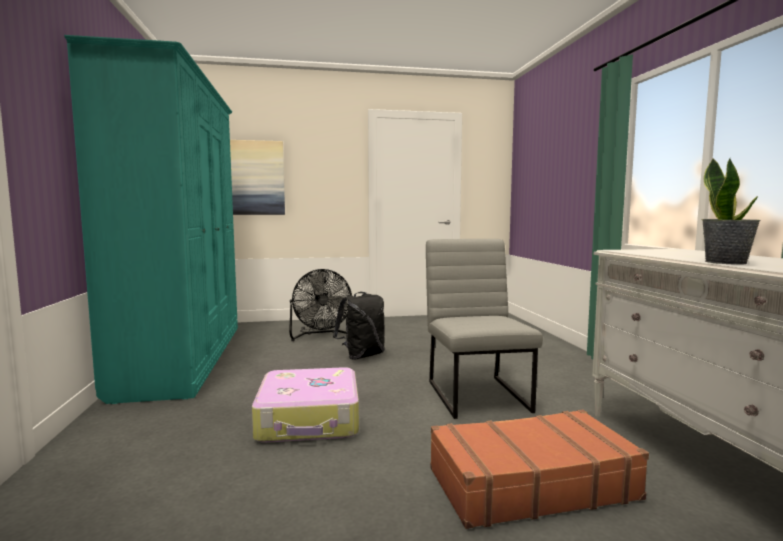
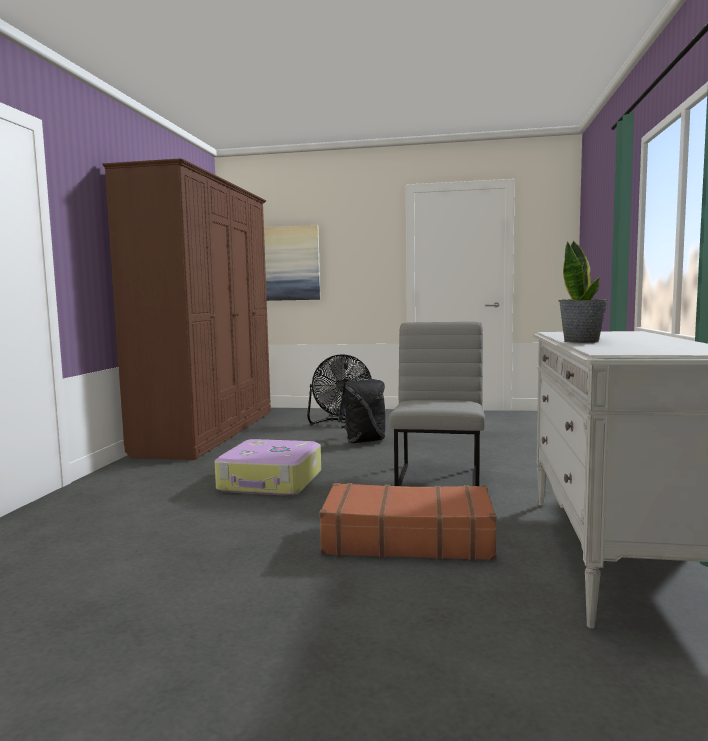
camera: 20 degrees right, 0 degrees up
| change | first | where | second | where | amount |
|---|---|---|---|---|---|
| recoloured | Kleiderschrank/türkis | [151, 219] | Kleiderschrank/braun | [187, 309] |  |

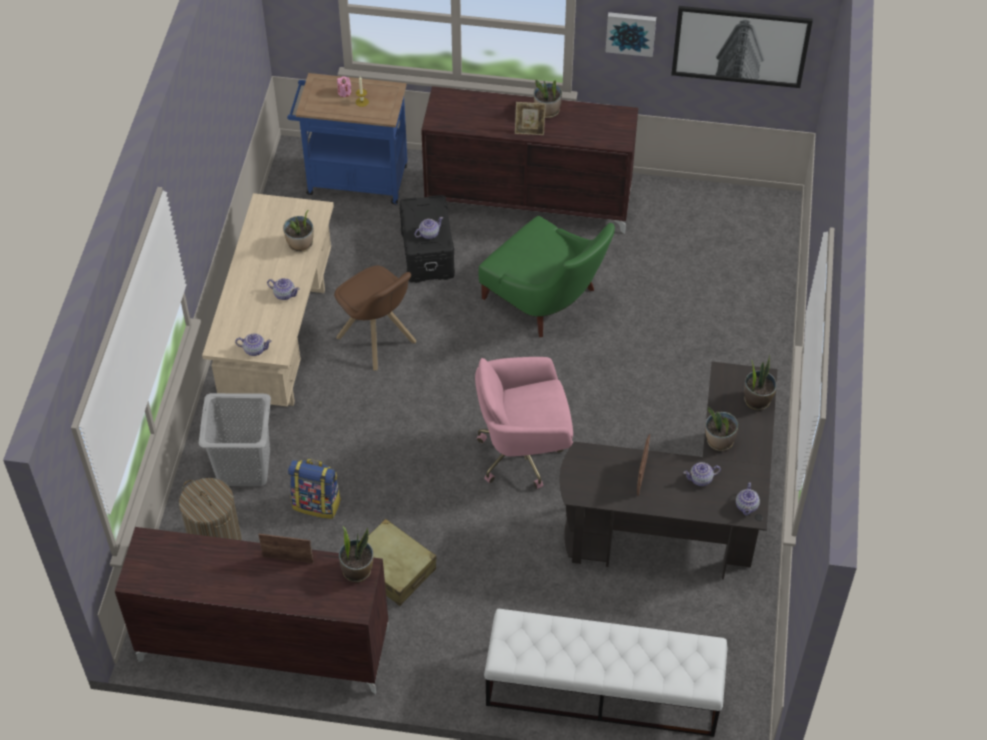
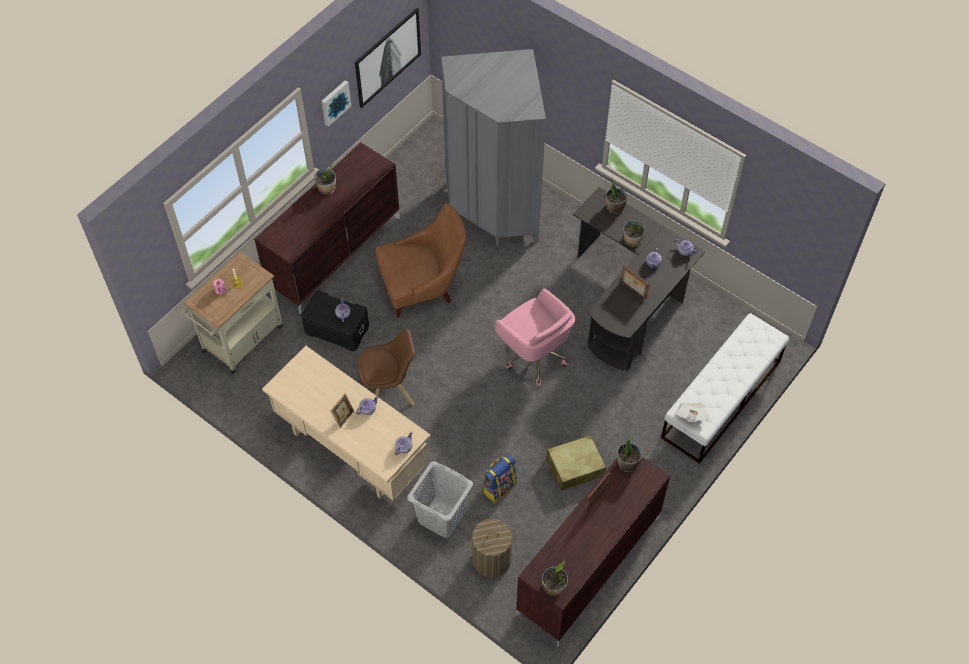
camera: 60 degrees left, 5 degrees up
| change | first | where | second | where | amount |
|---|---|---|---|---|---|
| added |  |  | Kleiderschrank/grau | [493, 147] |  |
| added |  |  | Zeitung | [692, 412] |  |
| moved | Topfpflanze | [298, 231] |  | [555, 578] |  |
| moved | Bilderrahmen | [530, 118] |  | [342, 410] |  |
| recoloured | Rollwagen/blau | [347, 139] | Rollwagen/beige | [232, 313] |  |
| recoloured | Sessel/grün | [547, 276] | Sessel/braun | [420, 260] |  |
| turned | Bürostuhl/rosa | [524, 423] |  | [535, 337] | 60 degrees counterclockwise |

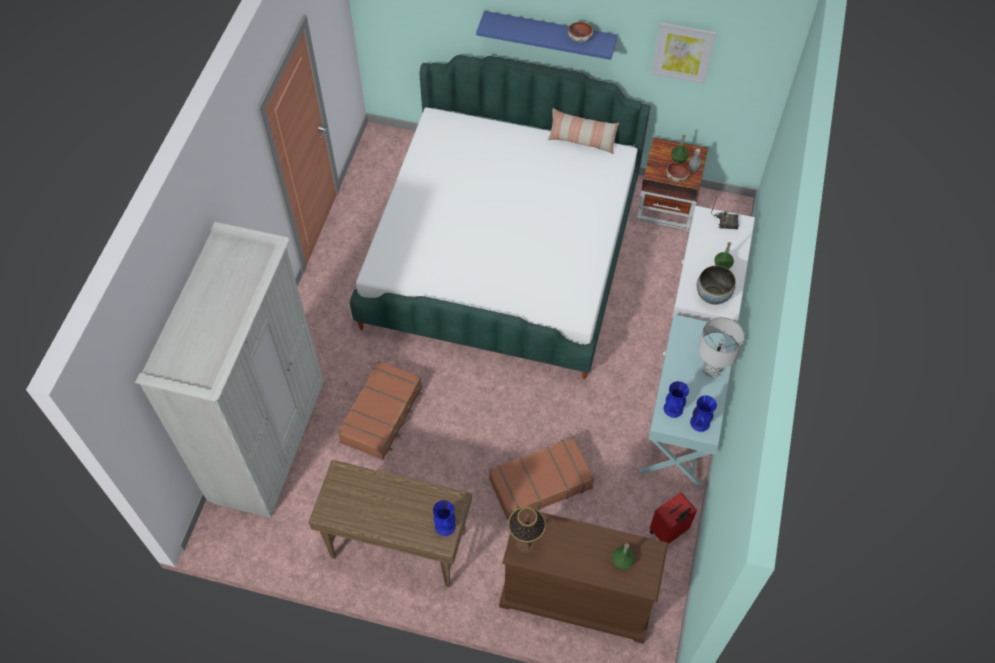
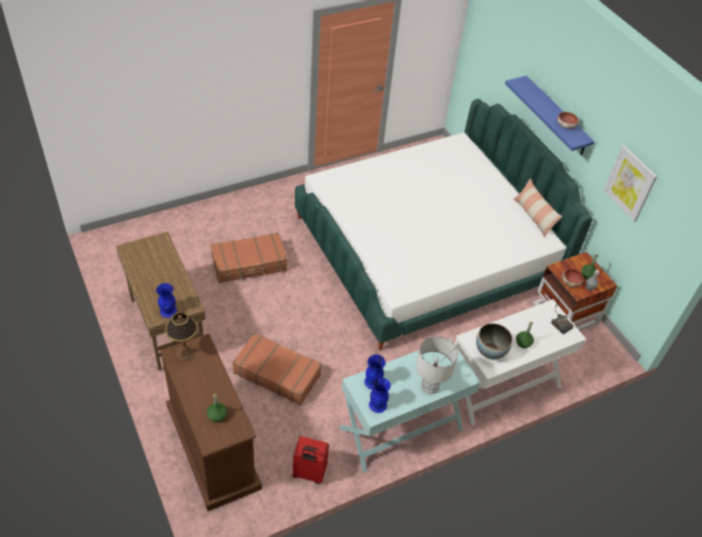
camera: 45 degrees right, 10 degrees down
| change | first | where | second | where | amount |
|---|---|---|---|---|---|
| removed | Kleiderschrank/weiß | [229, 370] |  |  |  |

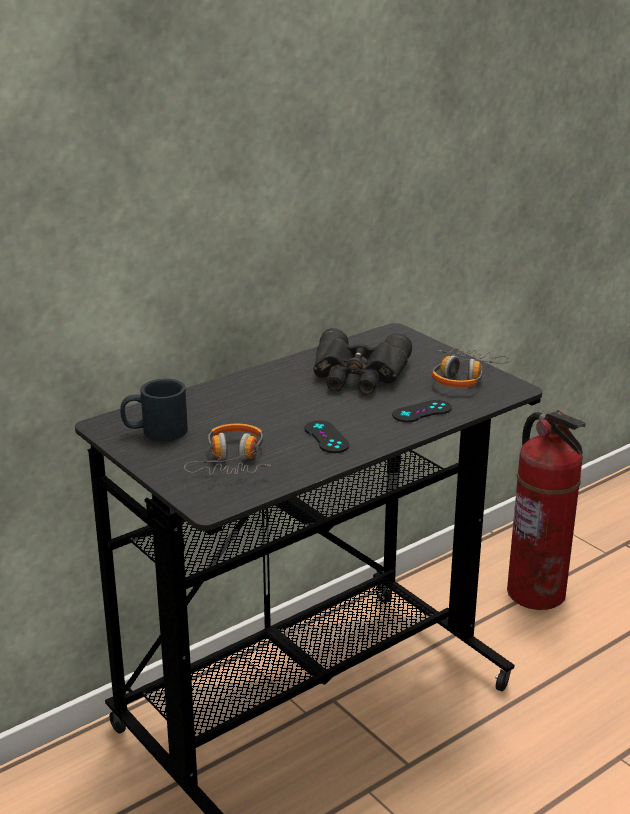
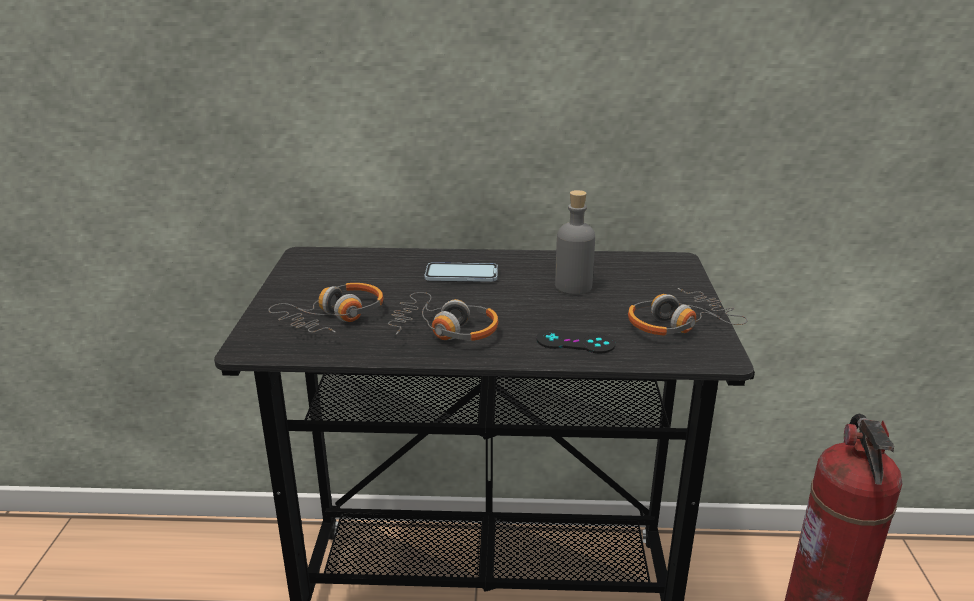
camera: 40 degrees right, 0 degrees up
| change | first | where | second | where | amount |
|---|---|---|---|---|---|
| removed | Henkelbecher/schwarz | [154, 410] |  |  |  |
| added |  |  | Handy | [461, 272] |  |
| replaced | Gamepad/schwarz | [327, 436] | Kopfhörer | [443, 316] |  |
| replaced | Fernglas/schwarz | [362, 361] | Flasche/grau | [575, 242] |  |

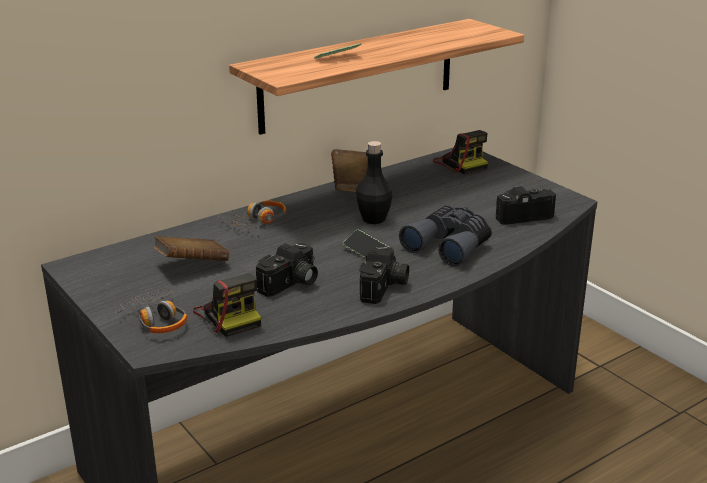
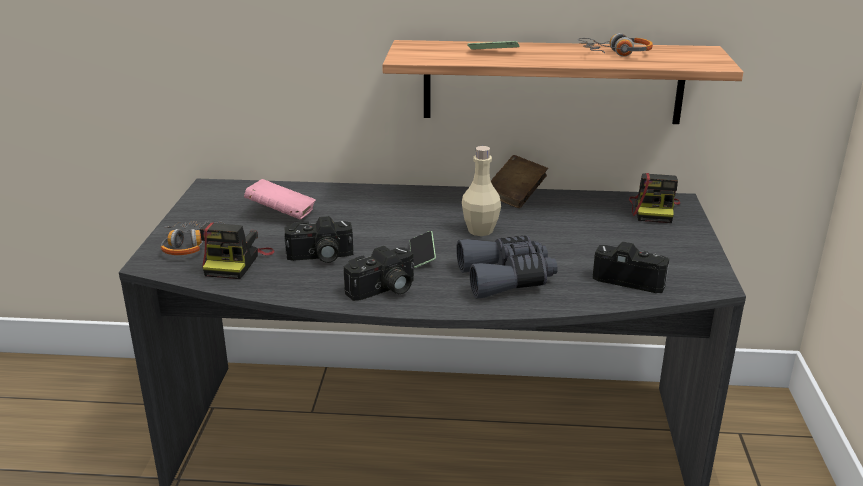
camera: 40 degrees right, 0 degrees up
| change | first | where | second | where | amount |
|---|---|---|---|---|---|
| moved | Kopfhörer | [252, 215] |  | [615, 45] |  |
| recoloured | Buch/braun | [191, 248] | Buch/rosa | [280, 199] |  |
| recoloured | Flasche/schwarz | [374, 182] | Flasche/beige | [481, 191] |  |

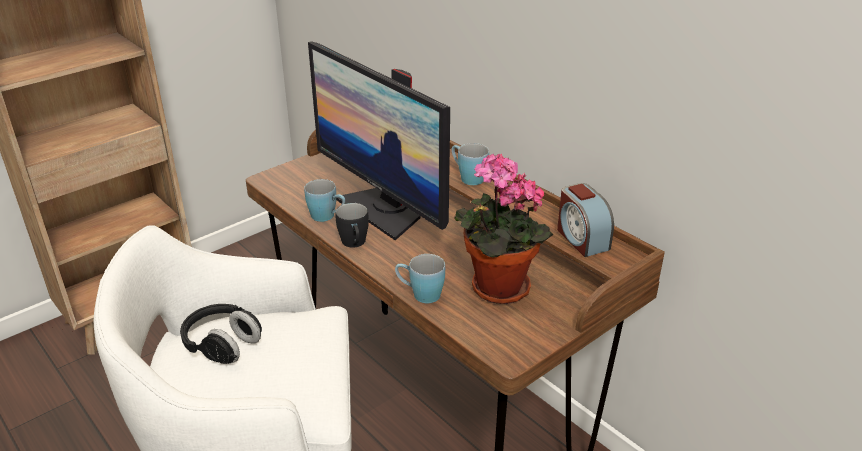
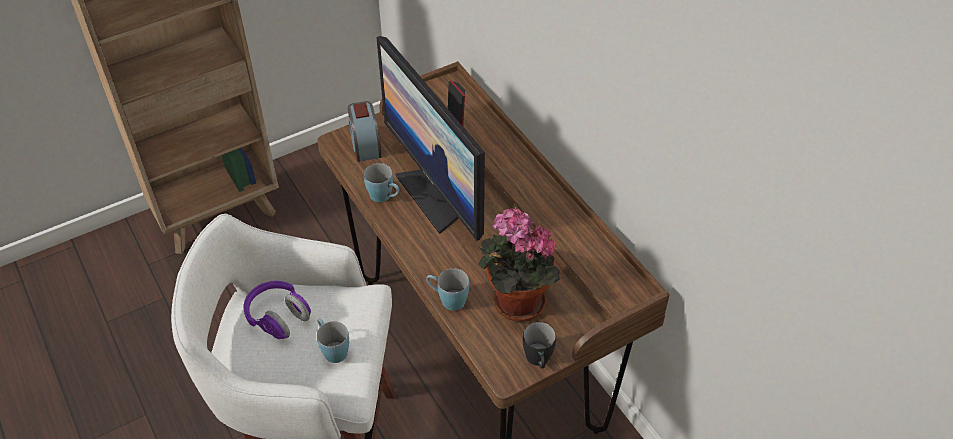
camera: 10 degrees right, 15 degrees up
| change | first | where | second | where | amount |
|---|---|---|---|---|---|
| moved | Henkelbecher/schwarz | [352, 225] |  | [539, 345] |  |
| moved | Henkelbecher/blau | [470, 164] |  | [333, 340] |  |
| moved | Wecker | [585, 220] |  | [365, 131] |  |
| recoloured | Kopfhörer/schwarz | [221, 334] | Kopfhörer/lila | [277, 310] |  |

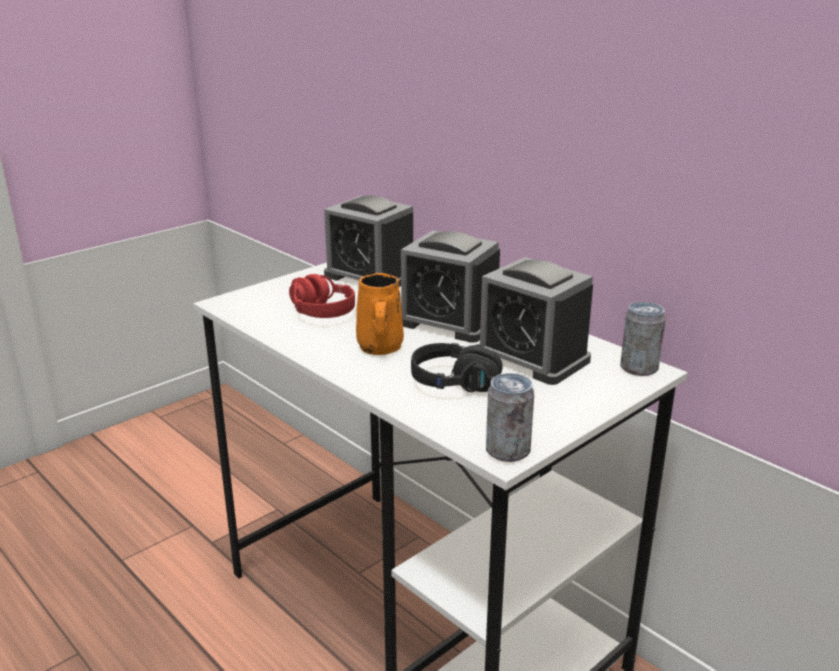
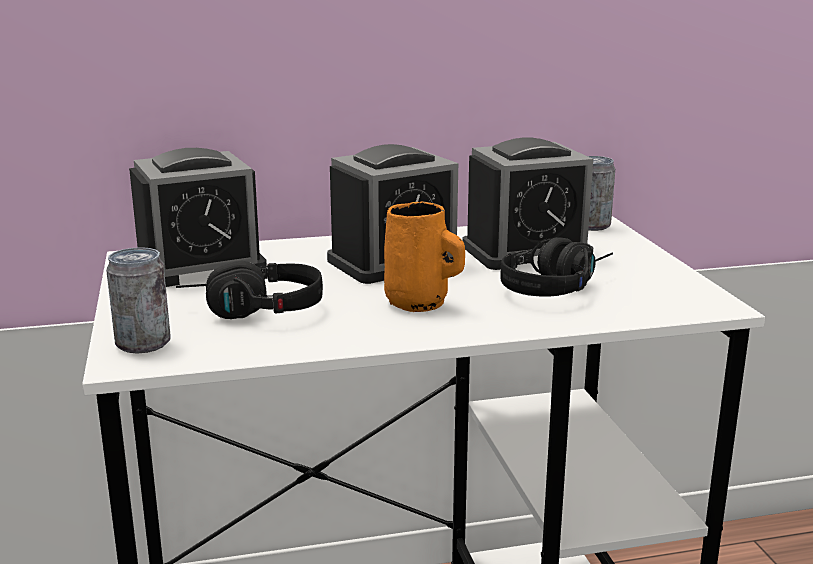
camera: 60 degrees left, 5 degrees down
| change | first | where | second | where | amount |
|---|---|---|---|---|---|
| moved | Dose | [510, 417] |  | [138, 300] |  |
| recoloured | Kopfhörer/rot | [322, 296] | Kopfhörer/schwarz | [249, 290] |  |

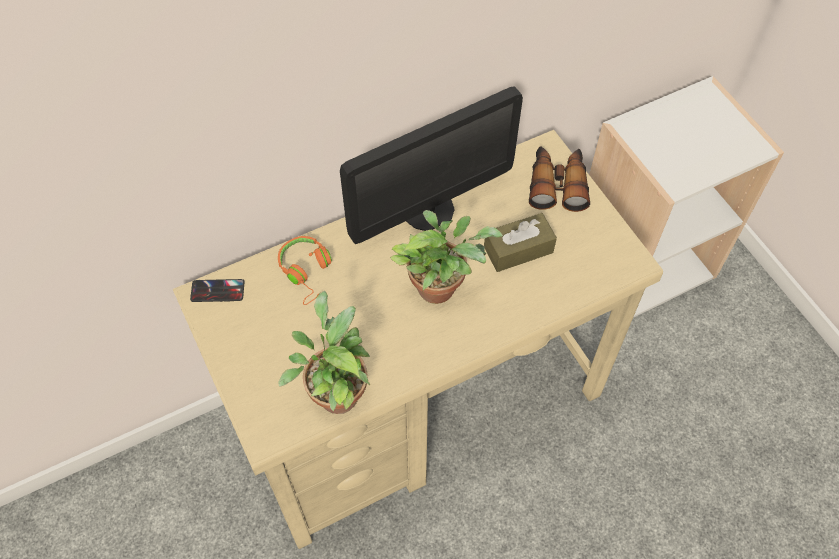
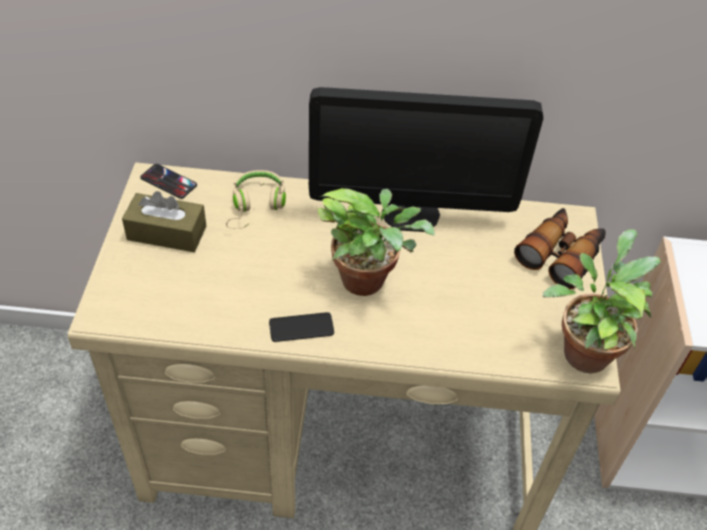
camera: 30 degrees right, 10 degrees down
| change | first | where | second | where | amount |
|---|---|---|---|---|---|
| added |  |  | Handy | [301, 327] |  |
| moved | Topfpflanze | [324, 352] |  | [602, 301] |  |
| moved | Taschentuchbox/braun | [520, 242] |  | [164, 221] |  |
| recoloured | Kopfhörer/orange | [305, 270] | Kopfhörer/beige | [256, 199] |  |

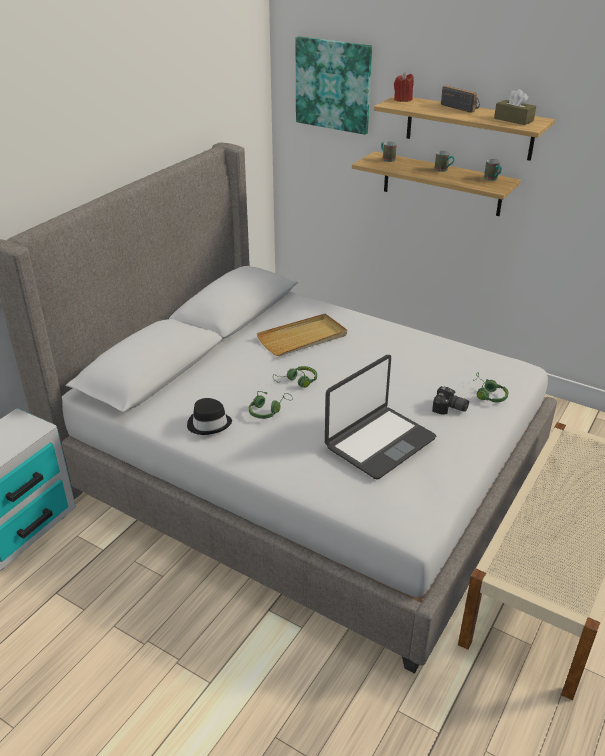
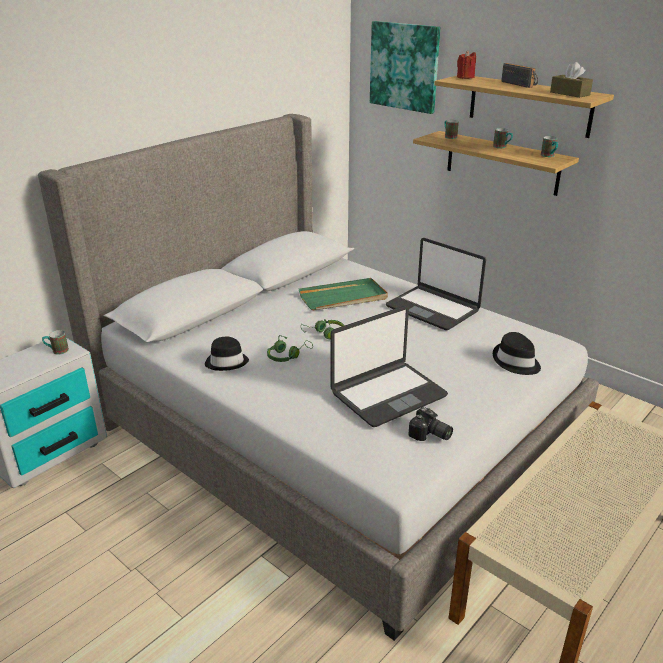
camera: 10 degrees right, 5 degrees down
| change | first | where | second | where | amount |
|---|---|---|---|---|---|
| added |  |  | Henkelbecher | [55, 342] |  |
| added |  |  | Laptop | [436, 284] |  |
| moved | Kamera | [450, 400] |  | [430, 424] |  |
| replaced | Kopfhörer/grün | [491, 387] | Hut/schwarz | [517, 353] |  |
| recoloured | Tablett/beige | [302, 335] | Tablett/grün | [343, 294] |  |

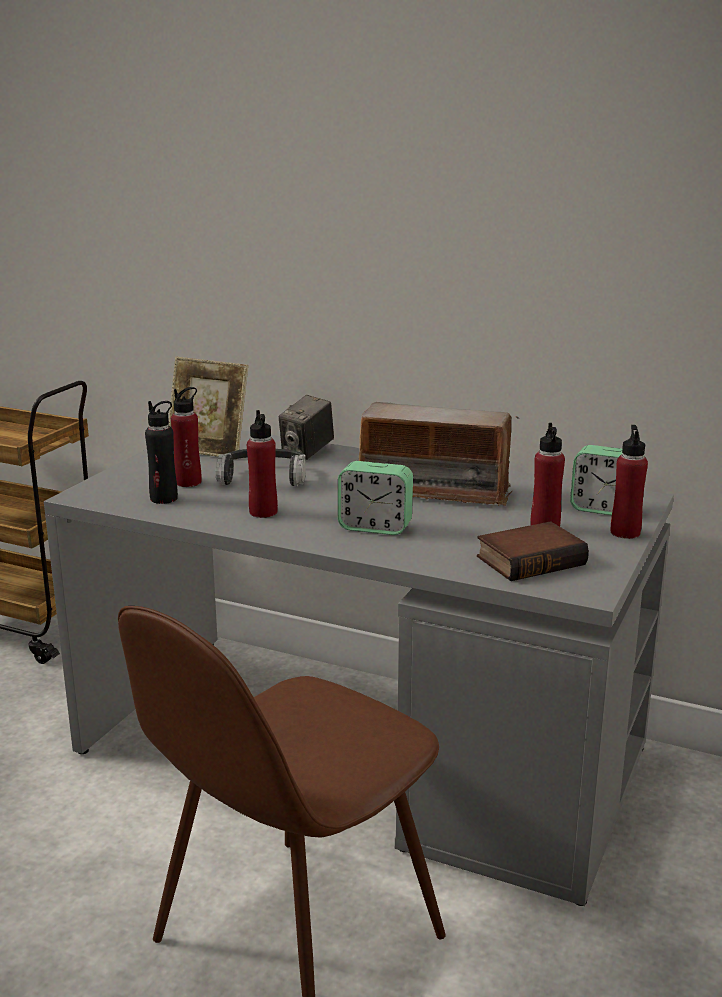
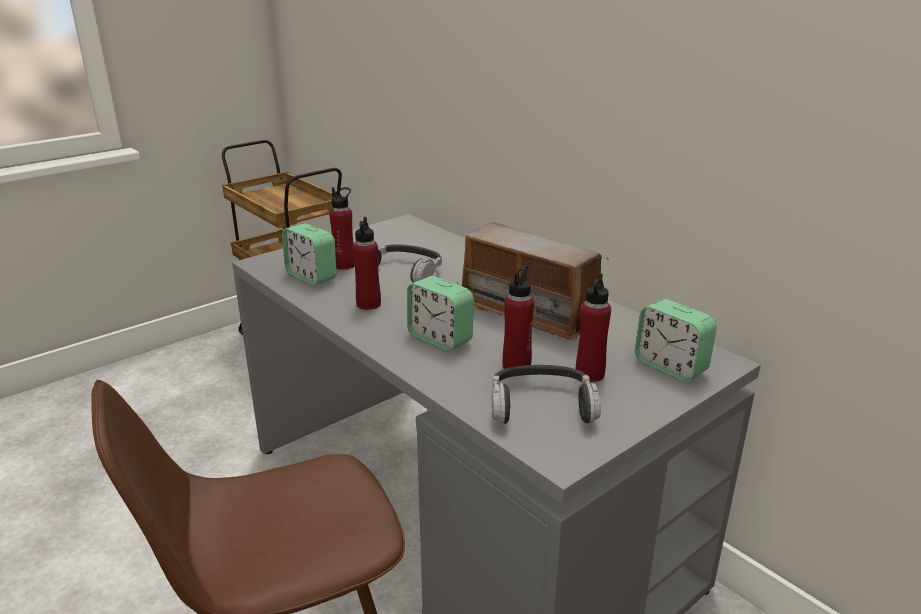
camera: 25 degrees right, 5 degrees up
| change | first | where | second | where | amount |
|---|---|---|---|---|---|
| removed | Bilderrahmen | [208, 407] |  |  |  |
| removed | Kamera | [306, 427] |  |  |  |
| moved | Flasche/rot | [629, 482] |  | [518, 317] |  |
| replaced | Flasche/schwarz | [161, 452] | Wecker | [309, 254] |  |
| replaced | Buch | [533, 551] | Kopfhörer | [546, 394] |  |

